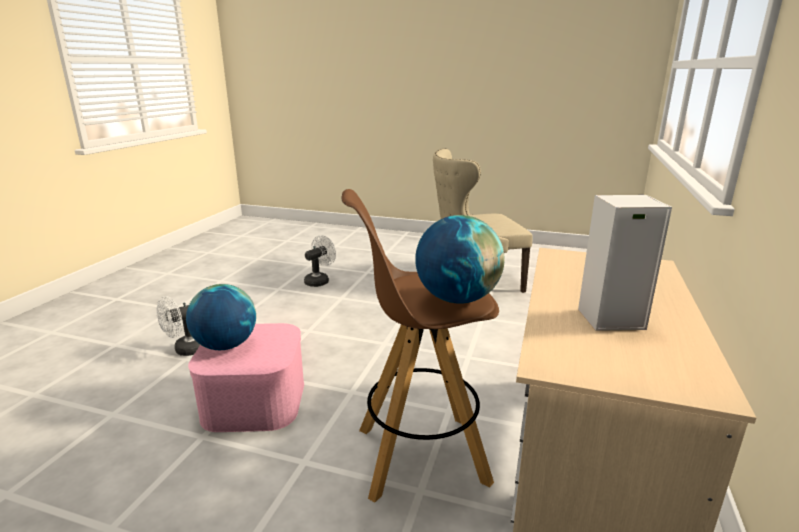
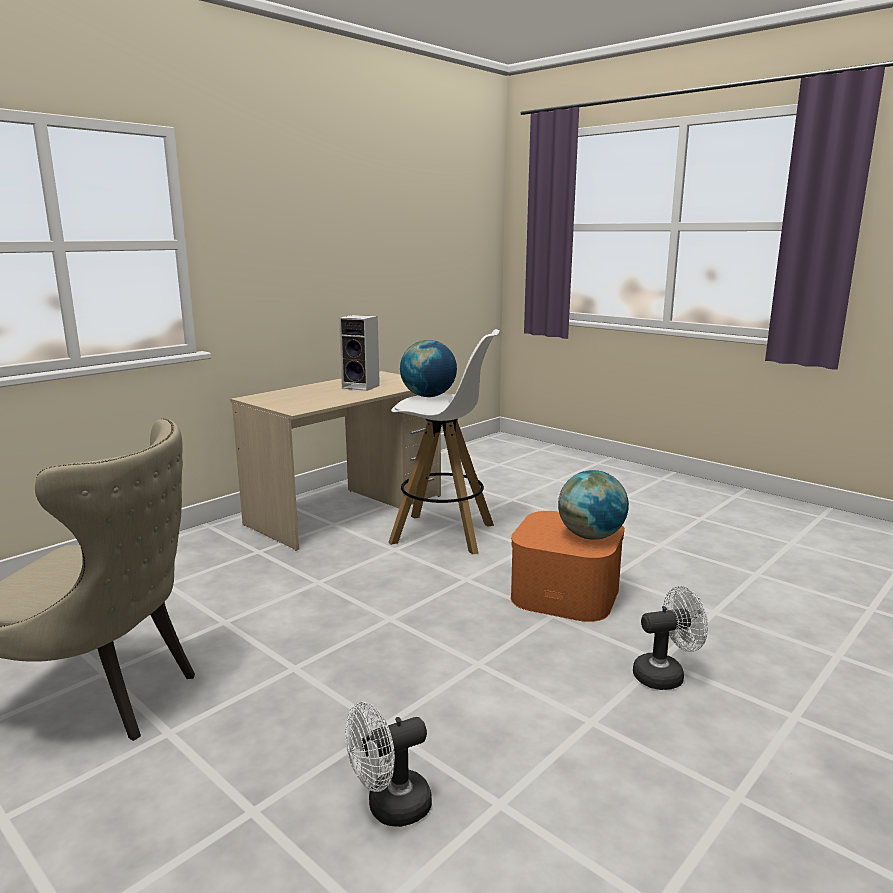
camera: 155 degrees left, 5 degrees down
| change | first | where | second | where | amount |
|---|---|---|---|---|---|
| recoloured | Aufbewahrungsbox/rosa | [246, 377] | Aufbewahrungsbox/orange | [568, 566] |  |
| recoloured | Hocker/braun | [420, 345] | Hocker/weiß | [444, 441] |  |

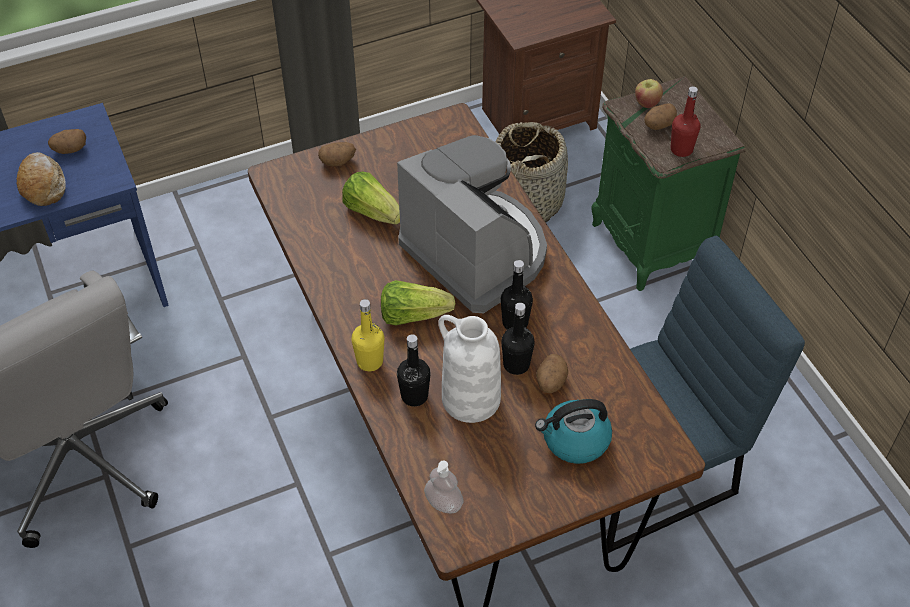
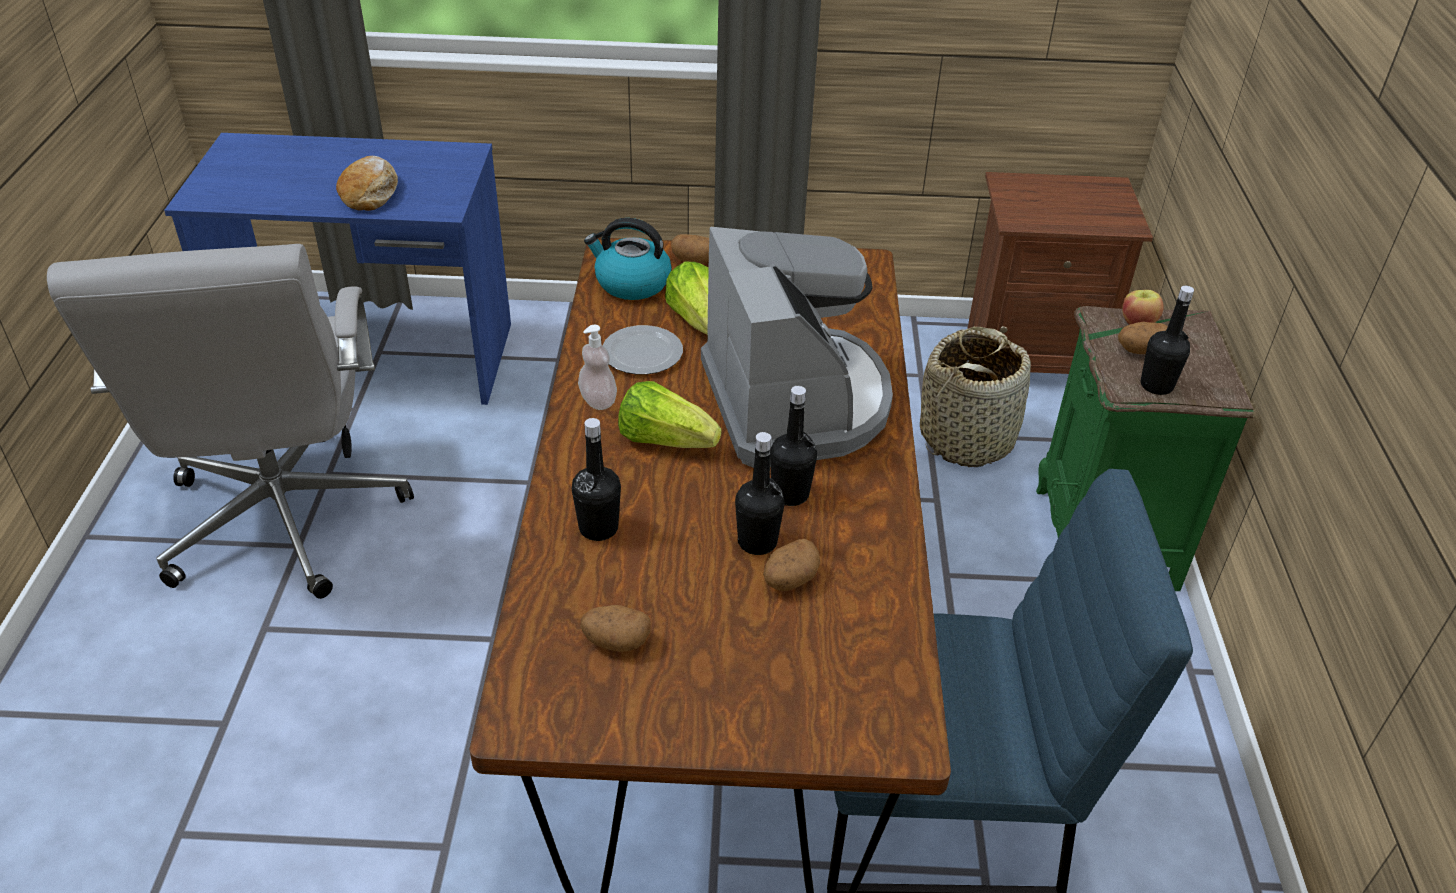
camera: 25 degrees right, 10 degrees down
| change | first | where | second | where | amount |
|---|---|---|---|---|---|
| removed | Flasche/gelb | [367, 335] |  |  |  |
| removed | Vase/weiß | [469, 369] |  |  |  |
| added |  |  | Teller | [643, 350] |  |
| moved | Kartoffel | [67, 141] |  | [615, 628] |  |
| moved | Seifenspender | [443, 487] |  | [597, 367] |  |
| moved | Wasserkessel | [573, 431] |  | [628, 259] |  |
| recoloured | Flasche/rot | [685, 121] | Flasche/schwarz | [1167, 340] |  |

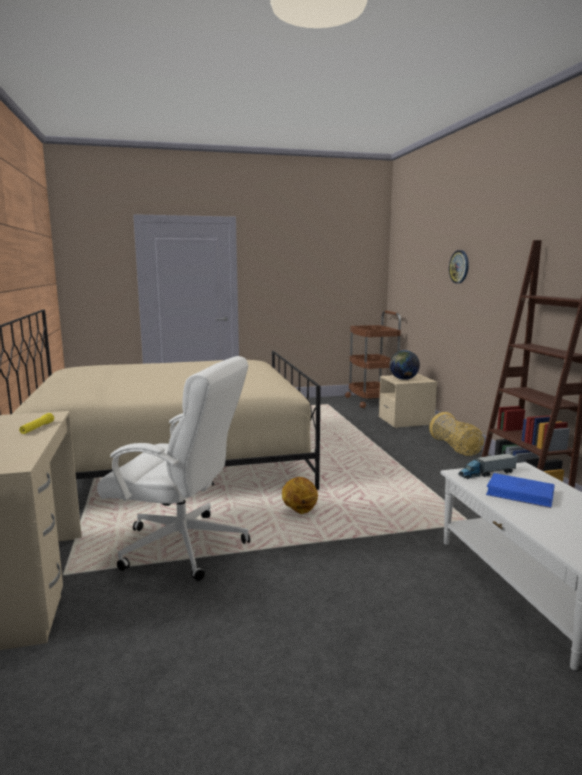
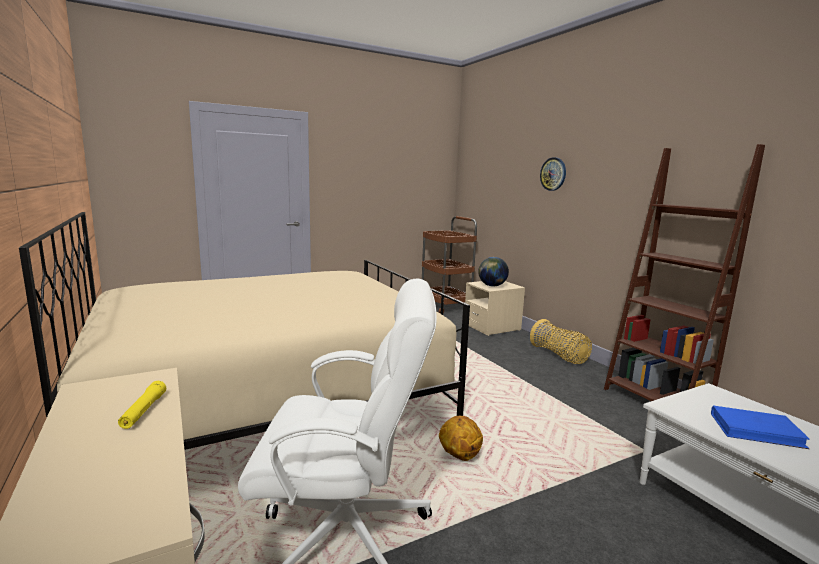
camera: 15 degrees left, 0 degrees up
| change | first | where | second | where | amount |
|---|---|---|---|---|---|
| removed | Spielzeuglaster | [487, 466] |  |  |  |

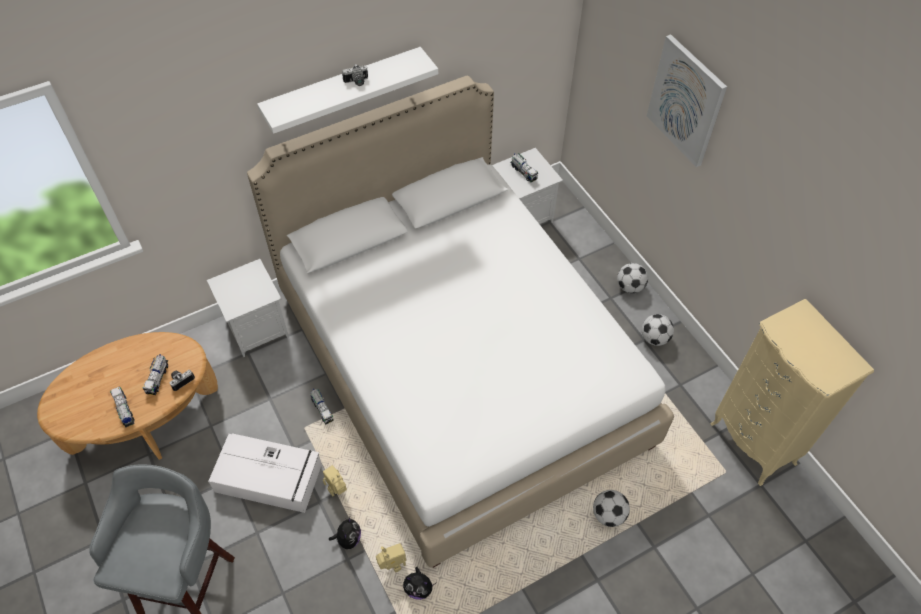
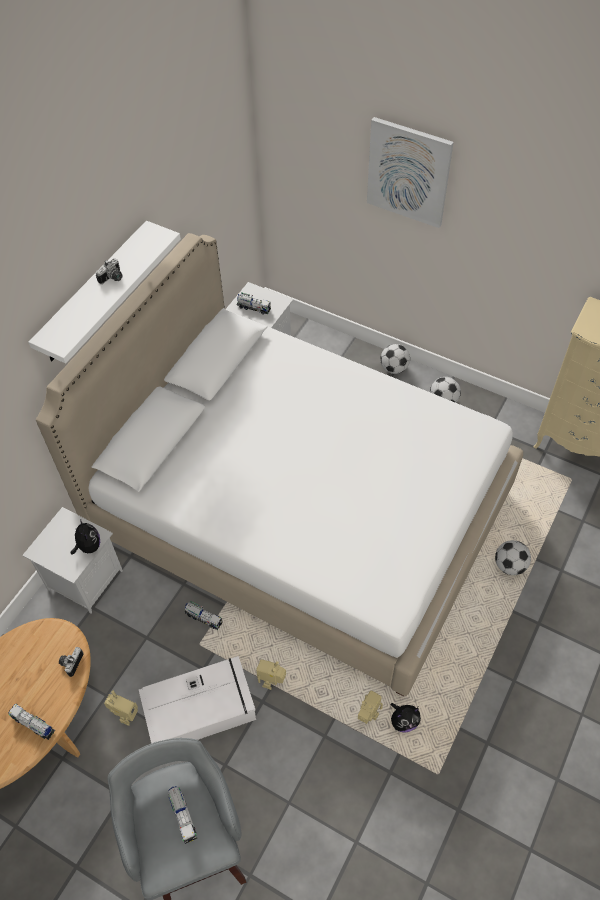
camera: 30 degrees left, 0 degrees up
| change | first | where | second | where | amount |
|---|---|---|---|---|---|
| added |  |  | Spielzeugroboter | [121, 708] |  |
| moved | Spielzeuglaster | [155, 374] |  | [182, 815] |  |
| moved | Plüschtier | [345, 533] |  | [85, 538] |  |

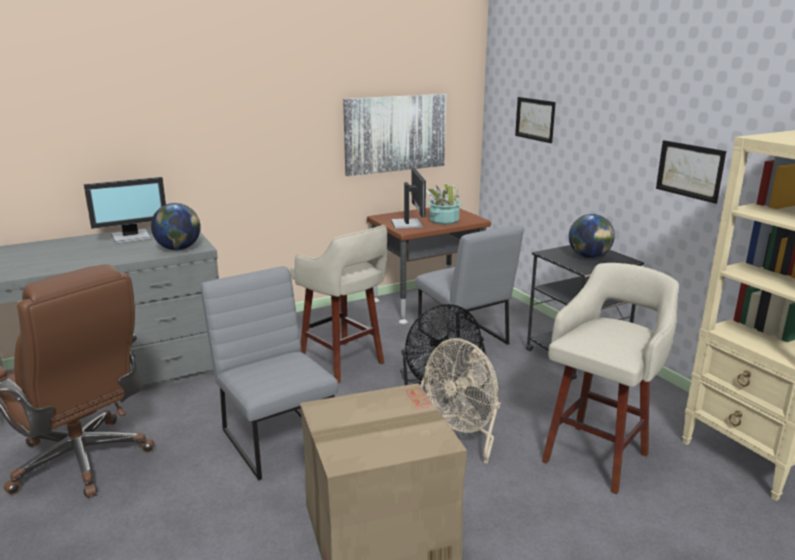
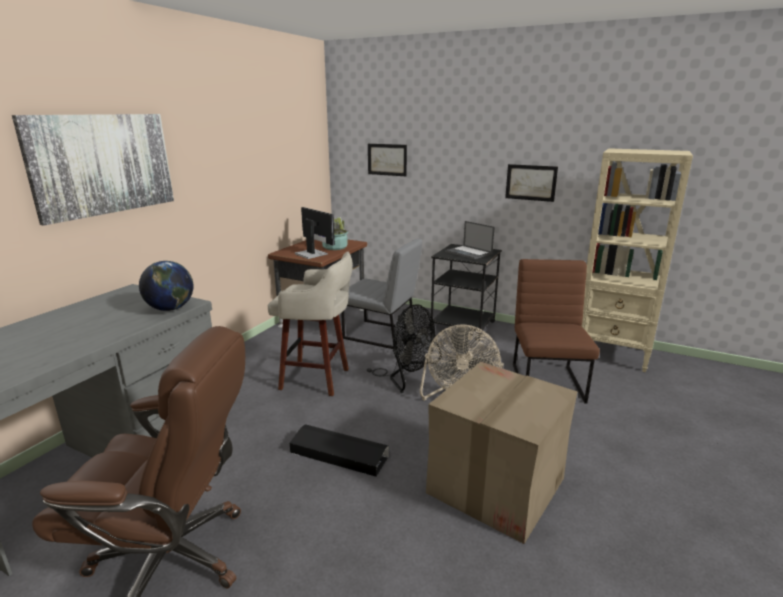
camera: 35 degrees left, 0 degrees up
| change | first | where | second | where | amount |
|---|---|---|---|---|---|
| removed | Monitor | [125, 210] |  |  |  |
| moved | Bild | [394, 135] |  | [93, 170] |  |
| replaced | Stuhl/grau | [269, 373] | Aufbewahrungsbox/schwarz | [339, 450] |  |
| replaced | Hocker/beige | [610, 378] | Stuhl/braun | [556, 331] |  |
| replaced | Globus | [592, 236] | Laptop | [470, 240] |  |

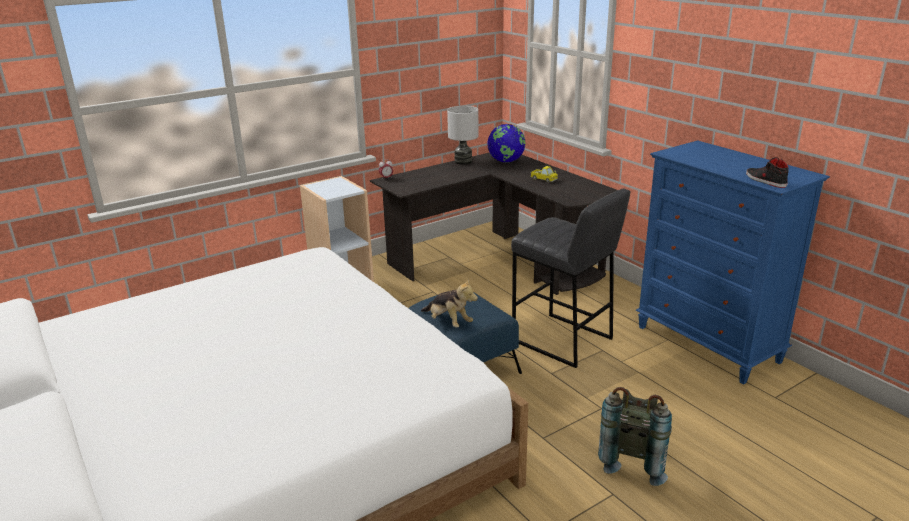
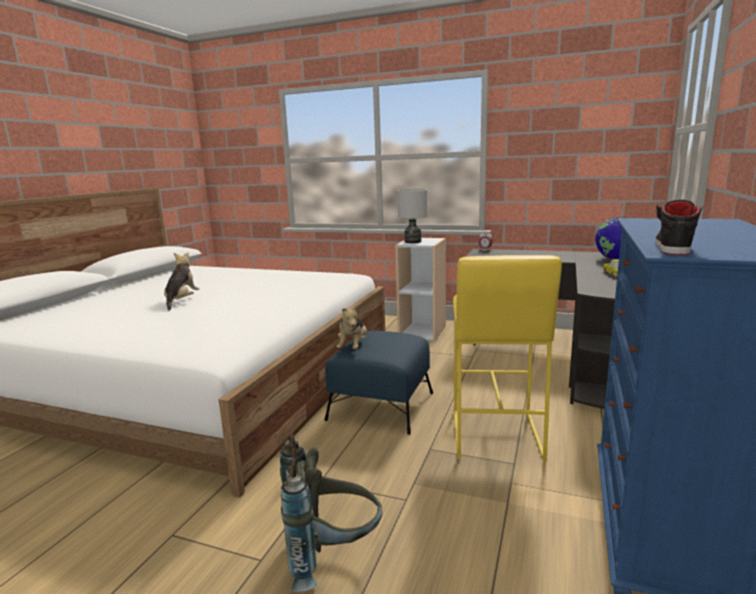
camera: 55 degrees right, 10 degrees down
| change | first | where | second | where | amount |
|---|---|---|---|---|---|
| added |  |  | Plüschtier | [181, 281] |  |
| moved | Tischlampe/grau | [462, 135] |  | [412, 216] |  |
| recoloured | Hocker/grau | [570, 278] | Hocker/gelb | [507, 358] |  |

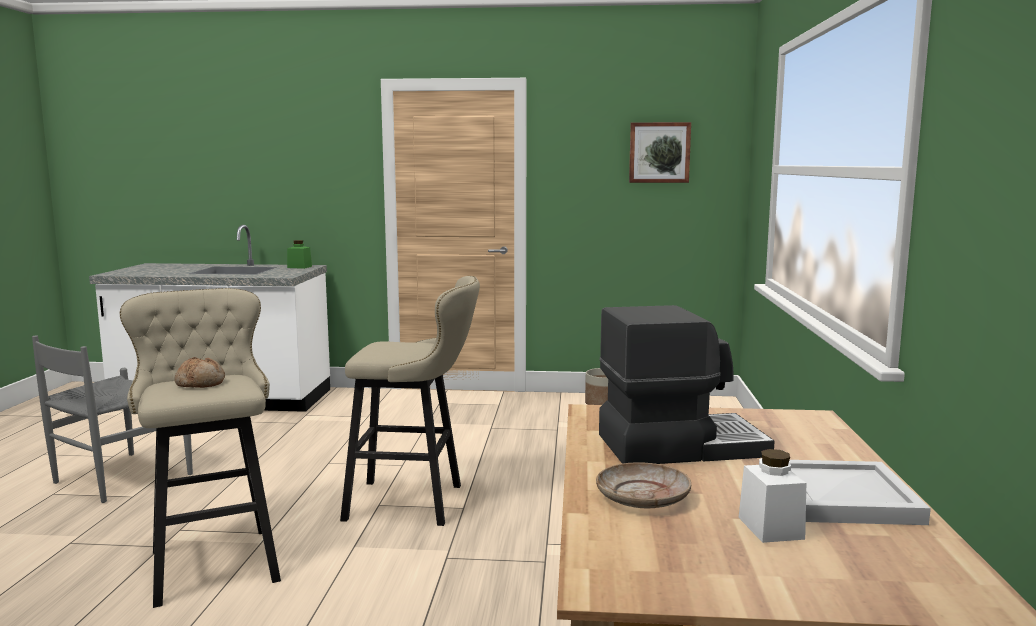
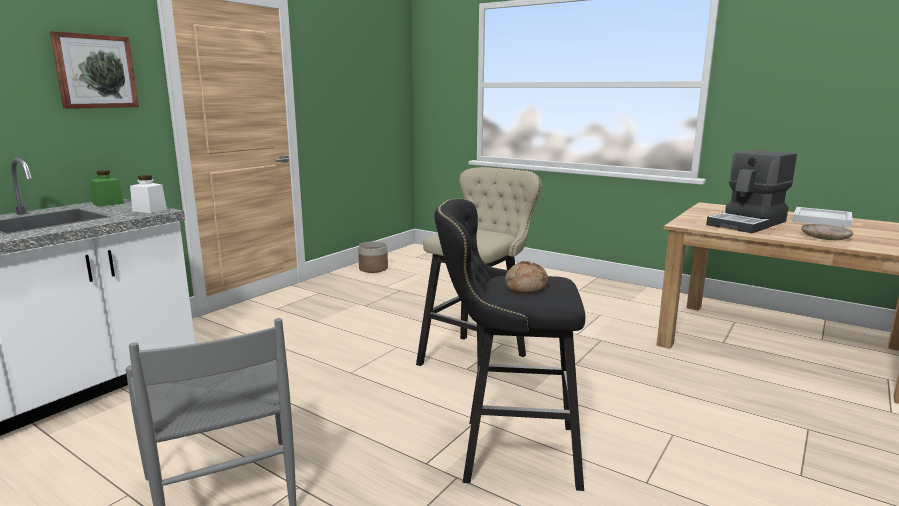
camera: 60 degrees left, 5 degrees up
| change | first | where | second | where | amount |
|---|---|---|---|---|---|
| moved | Bild | [660, 152] |  | [94, 70] |  |
| moved | Vorratsglas/weiß | [772, 496] |  | [148, 194] |  |
| recoloured | Hocker/beige | [200, 448] | Hocker/schwarz | [509, 344] |  |
| turned | Kaffeemaschine | [687, 384] |  | [751, 191] | 150 degrees counterclockwise |

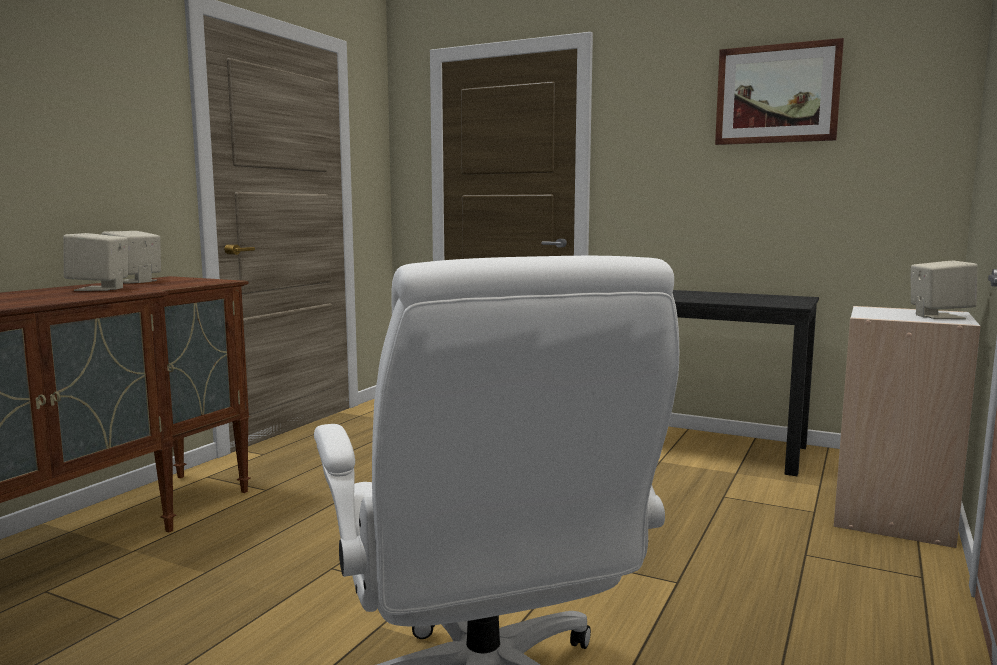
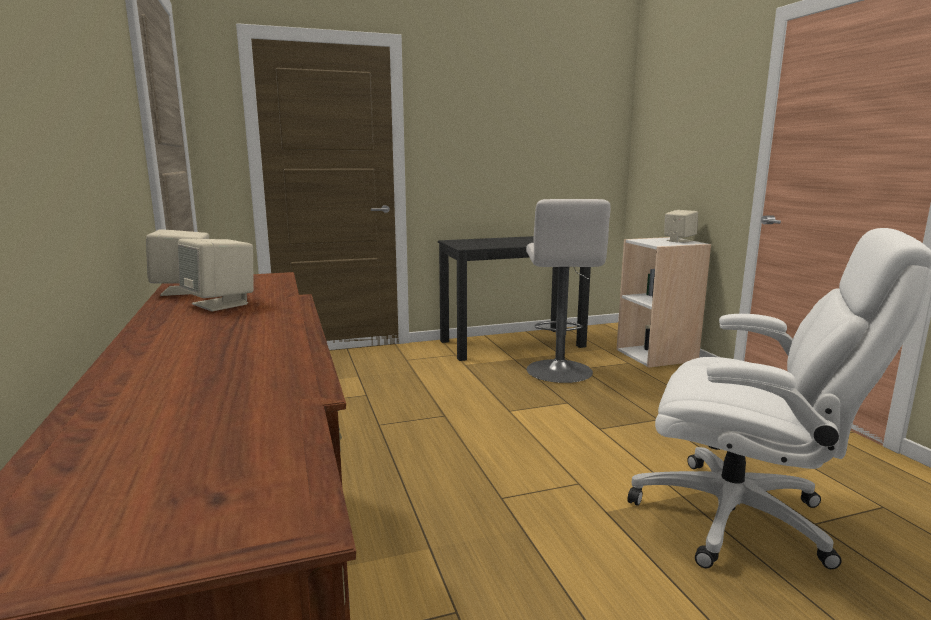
camera: 45 degrees left, 5 degrees up
| change | first | where | second | where | amount |
|---|---|---|---|---|---|
| removed | Bild | [779, 91] |  |  |  |
| added |  |  | Hocker/weiß | [568, 291] |  |

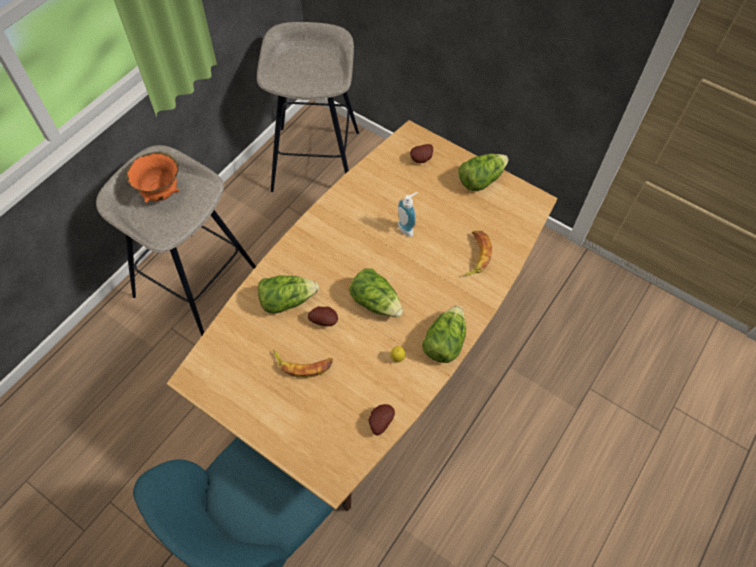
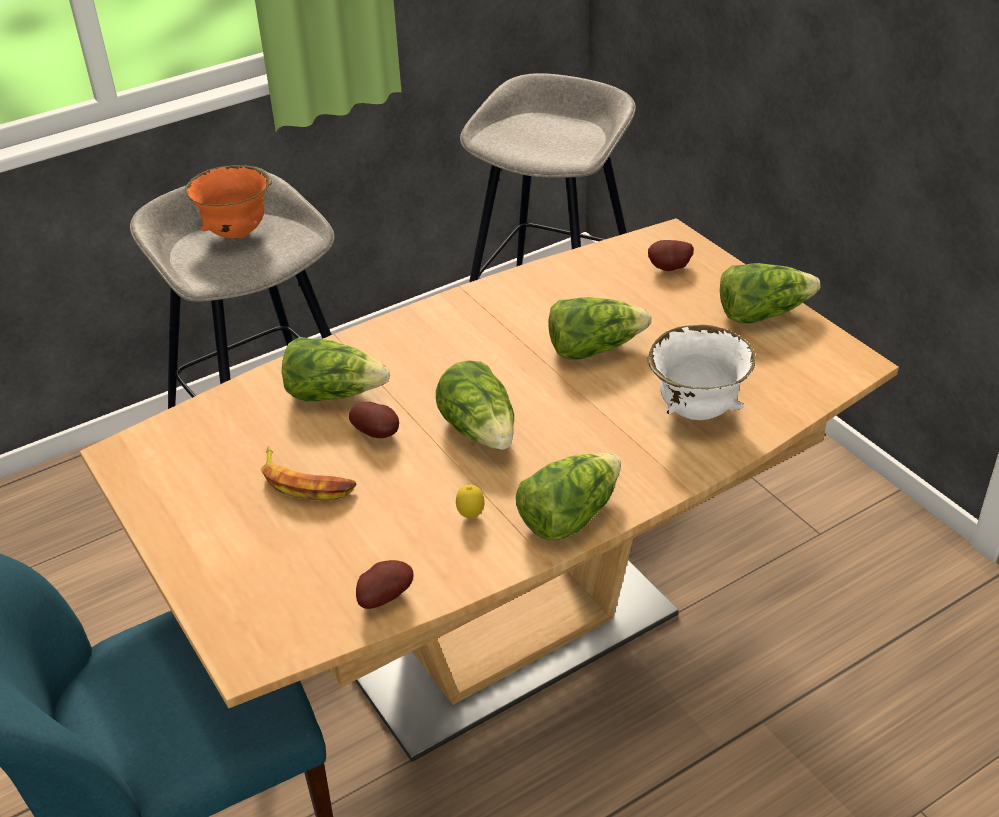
camera: 25 degrees right, 20 degrees down
| change | first | where | second | where | amount |
|---|---|---|---|---|---|
| replaced | Seifenspender | [408, 214] | Salatkopf | [600, 328] |  |
| replaced | Banane | [477, 254] | Schüssel/weiß | [701, 372] |  |

